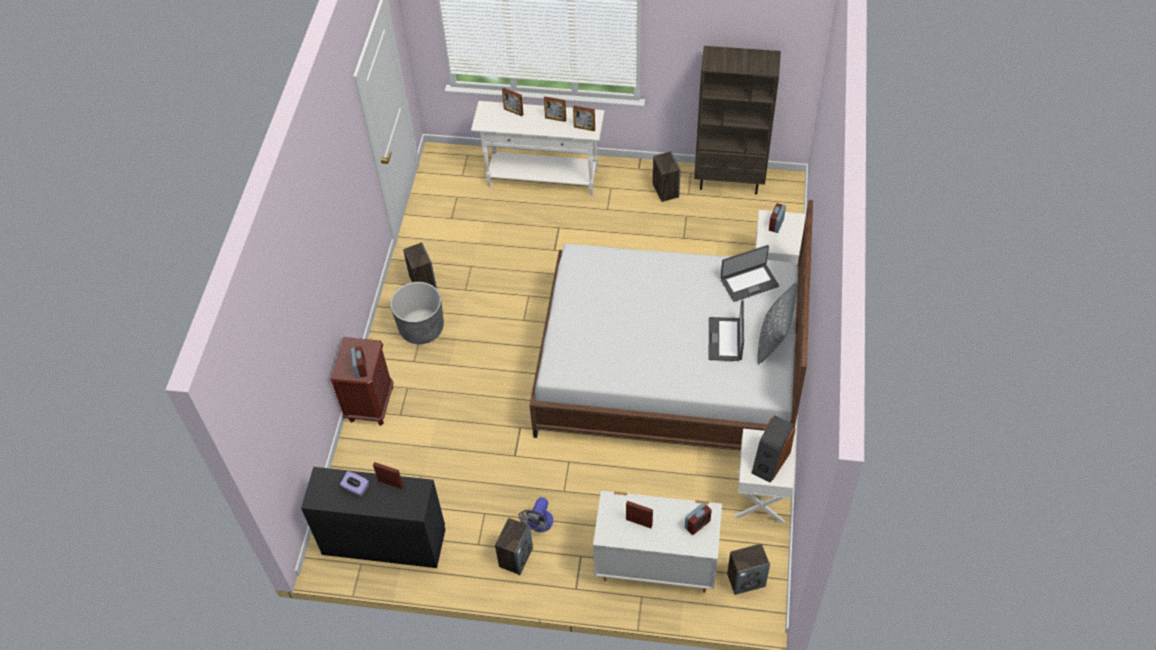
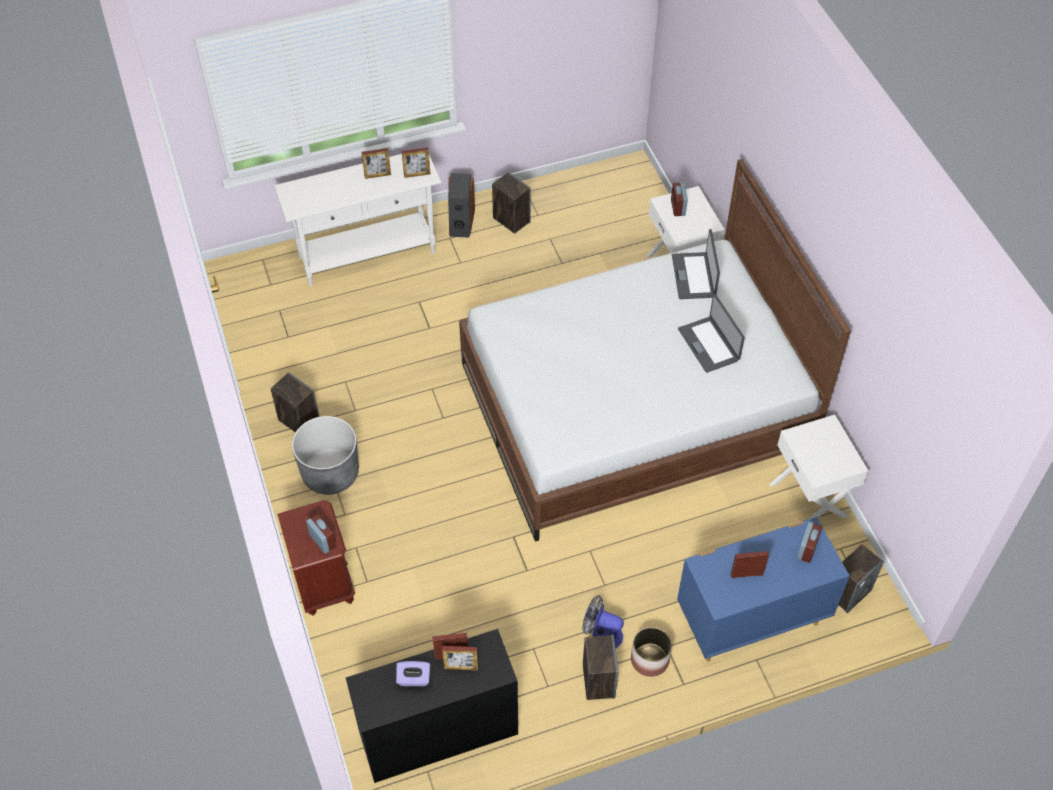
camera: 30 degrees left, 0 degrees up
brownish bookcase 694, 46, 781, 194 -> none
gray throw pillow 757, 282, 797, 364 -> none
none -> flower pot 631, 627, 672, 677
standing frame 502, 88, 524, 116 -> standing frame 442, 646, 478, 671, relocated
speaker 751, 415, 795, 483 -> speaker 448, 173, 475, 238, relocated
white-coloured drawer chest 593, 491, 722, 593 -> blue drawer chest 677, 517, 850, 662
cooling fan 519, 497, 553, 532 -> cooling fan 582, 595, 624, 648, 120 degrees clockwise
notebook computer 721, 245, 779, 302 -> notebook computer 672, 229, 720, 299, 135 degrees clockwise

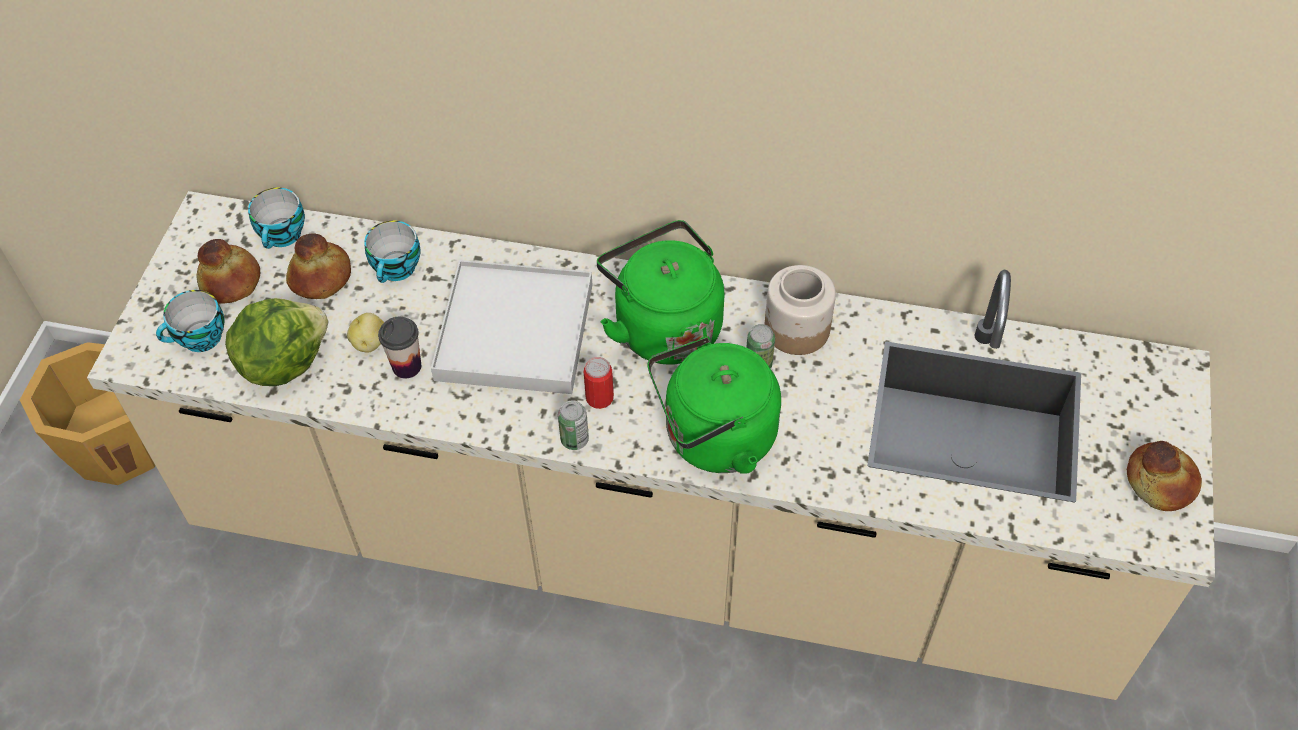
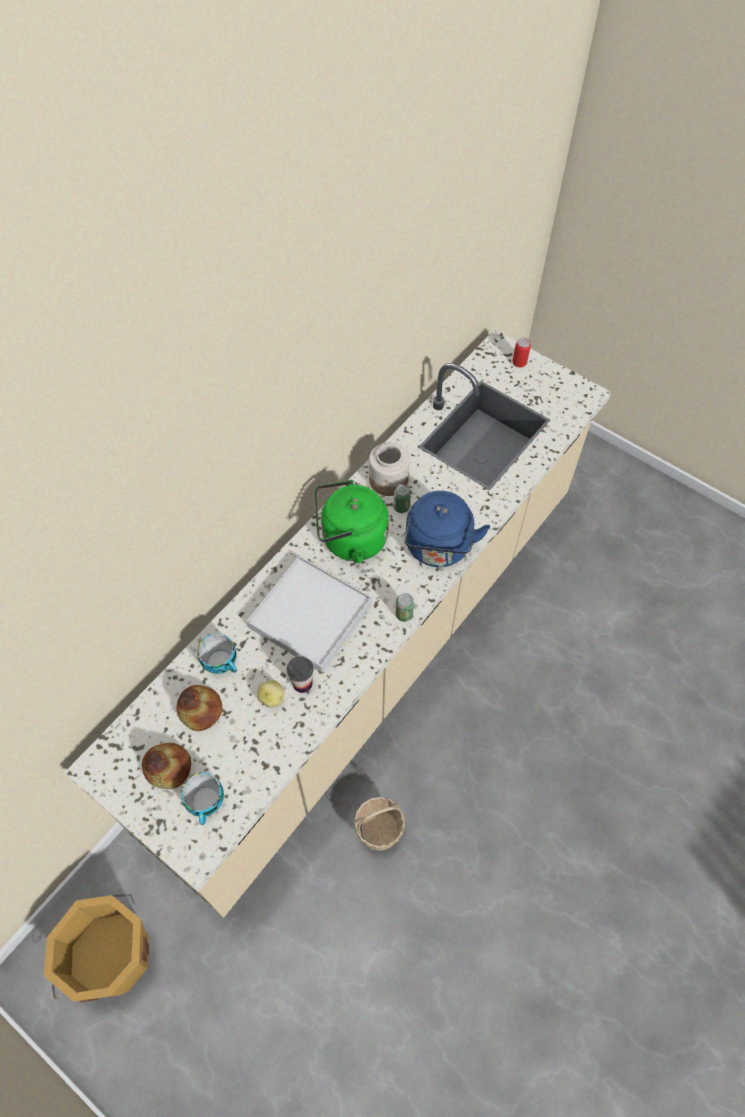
camera: 65 degrees left, 5 degrees up
lettuce 225, 298, 329, 386 -> none
small cup 248, 188, 305, 249 -> none
bakery bread 1127, 441, 1202, 511 -> none
none -> basket 354, 797, 405, 851
metal can 584, 357, 614, 409 -> metal can 512, 338, 531, 367, relocated
greenish kettle 647, 336, 781, 474 -> blue kettle 404, 491, 490, 567

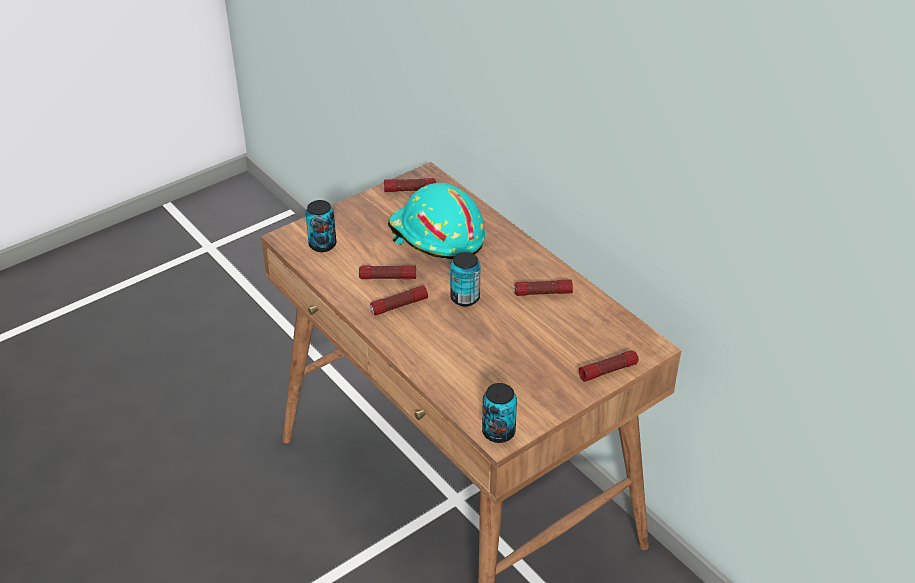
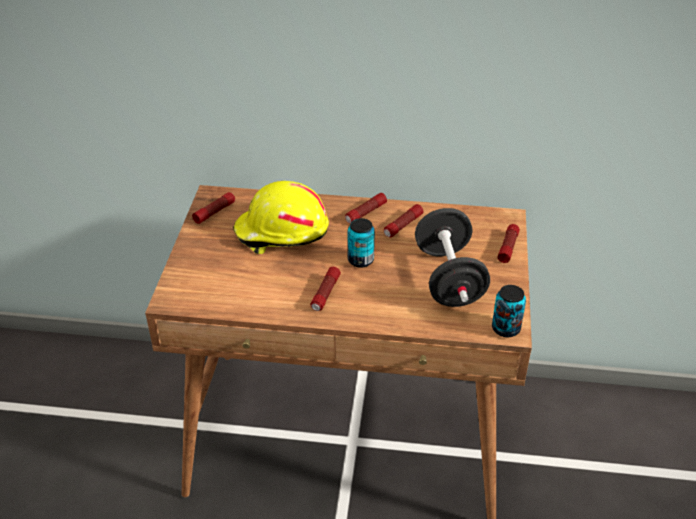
camera: 45 degrees left, 0 degrees up
metal can 305, 200, 336, 252 -> none
none -> blackish dumbbell 415, 208, 490, 307
hand torch 359, 265, 416, 279 -> hand torch 345, 193, 387, 223, relocated
turquoise-coloured hard hat 388, 183, 485, 259 -> yellow hard hat 233, 181, 329, 254

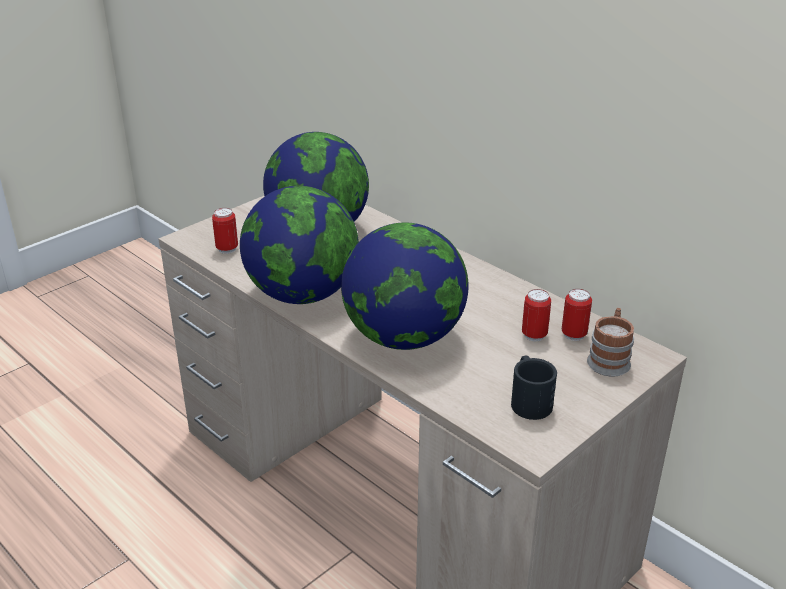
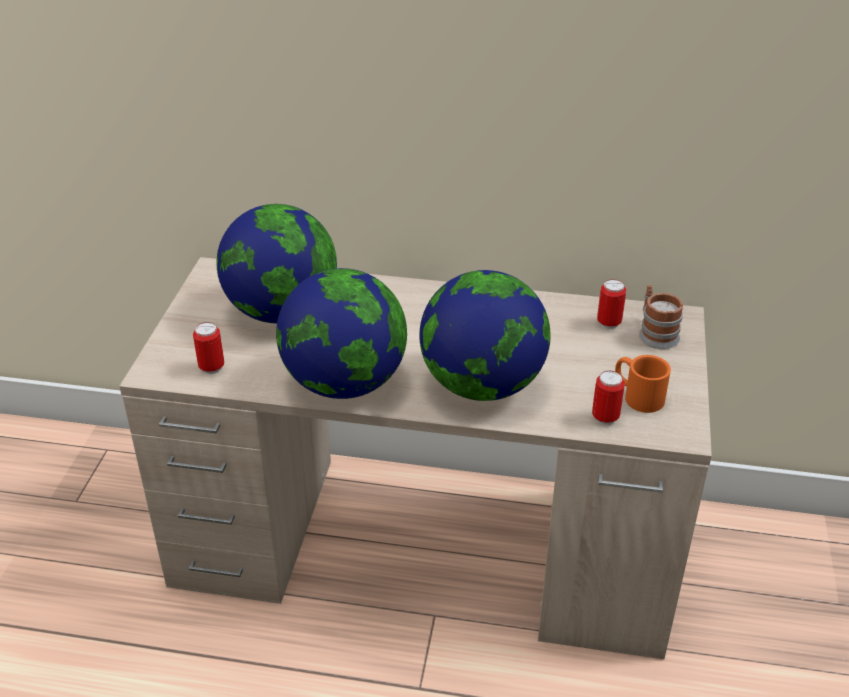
camera: 35 degrees left, 5 degrees up
metal can 522, 289, 551, 341 -> metal can 592, 371, 625, 425, relocated
blackish mug 511, 356, 557, 420 -> orange-coloured mug 615, 355, 671, 413

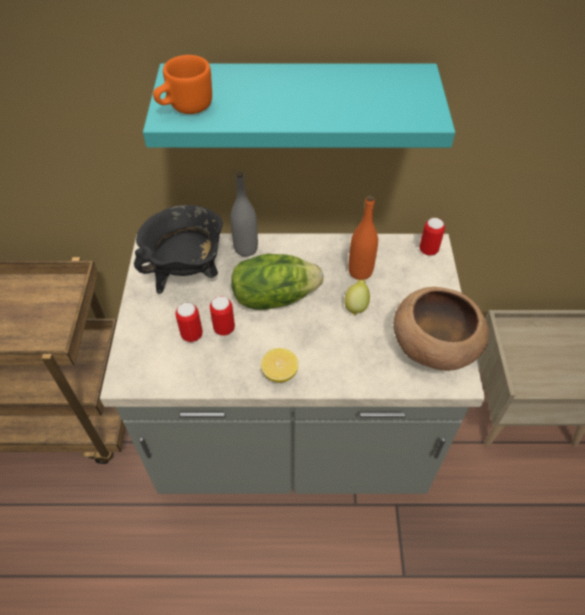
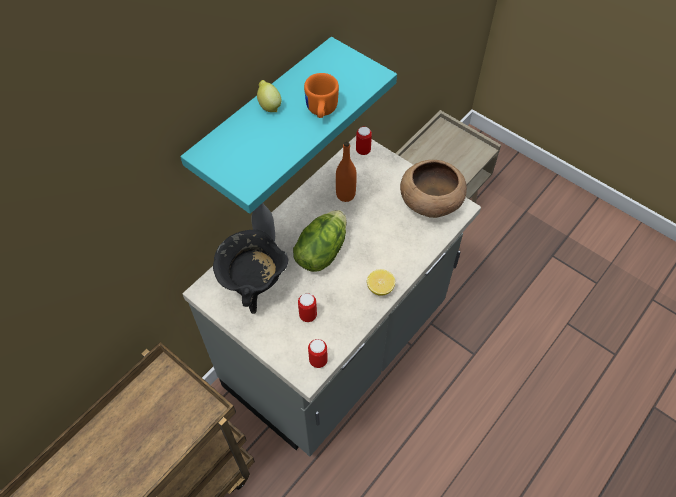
camera: 50 degrees left, 5 degrees up
orange-coloured mug 153, 55, 212, 114 -> orange-coloured mug 304, 73, 339, 118, relocated
metal can 210, 296, 235, 335 -> metal can 308, 339, 328, 368, relocated
lemon 344, 280, 370, 315 -> lemon 257, 80, 281, 112, relocated

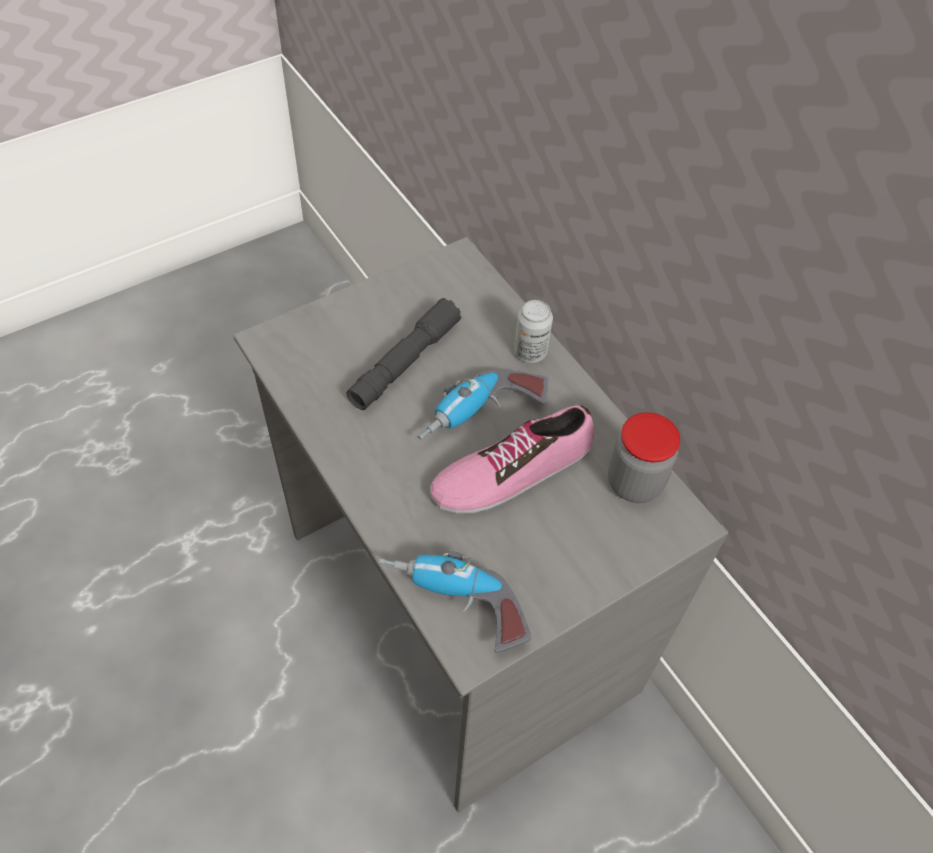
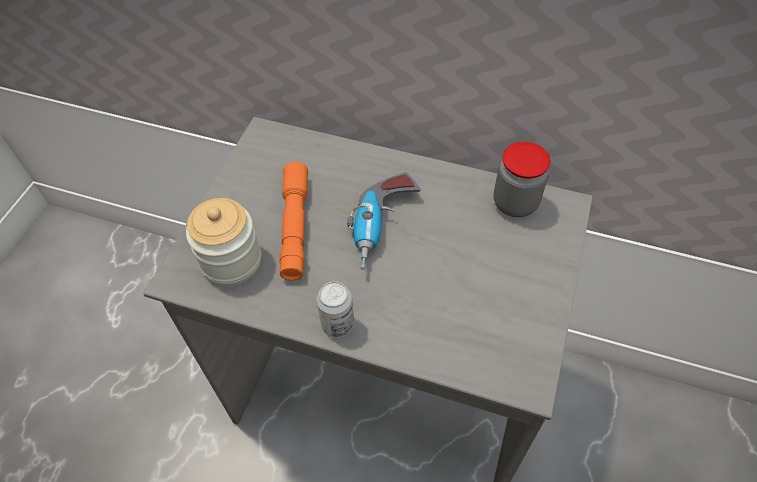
camera: 35 degrees left, 0 degrees up
drill 379, 551, 531, 653 -> none
item of footwear 430, 405, 594, 514 -> none
none -> preserve jar 186, 198, 261, 286
metal can 514, 300, 553, 363 -> metal can 317, 281, 354, 338, relocated
gray hand torch 347, 298, 461, 410 -> orange-coloured hand torch 279, 161, 308, 280

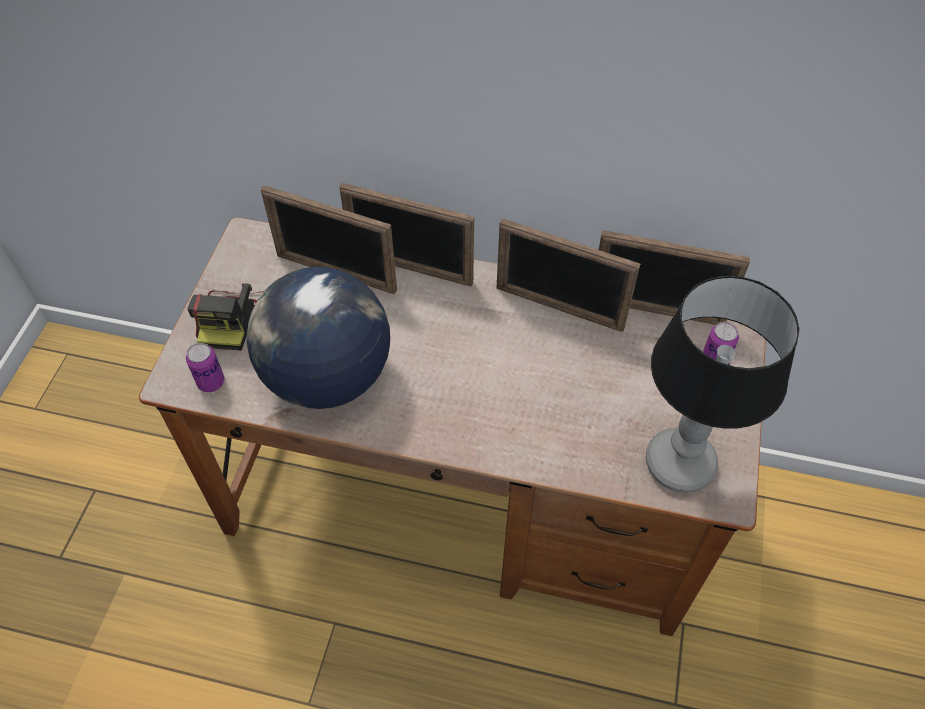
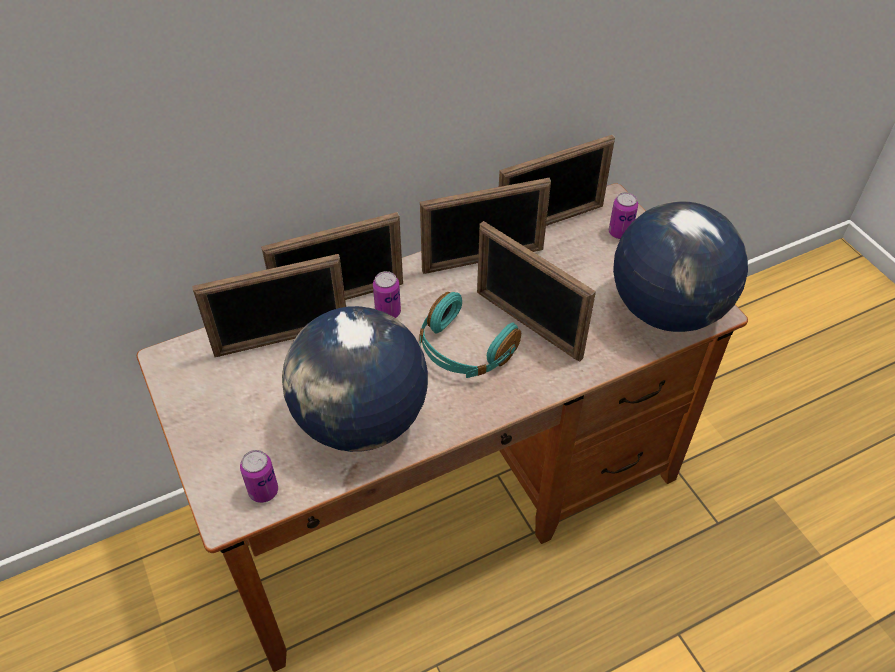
camera: 40 degrees left, 5 degrees down
photo camera 187, 283, 264, 351 -> none
none -> metal can 373, 271, 401, 318
none -> turquoise-coloured pair of headphones 419, 292, 521, 378
none -> standing frame 477, 221, 596, 362
tabletop lamp 646, 276, 800, 492 -> desk globe 613, 201, 748, 332

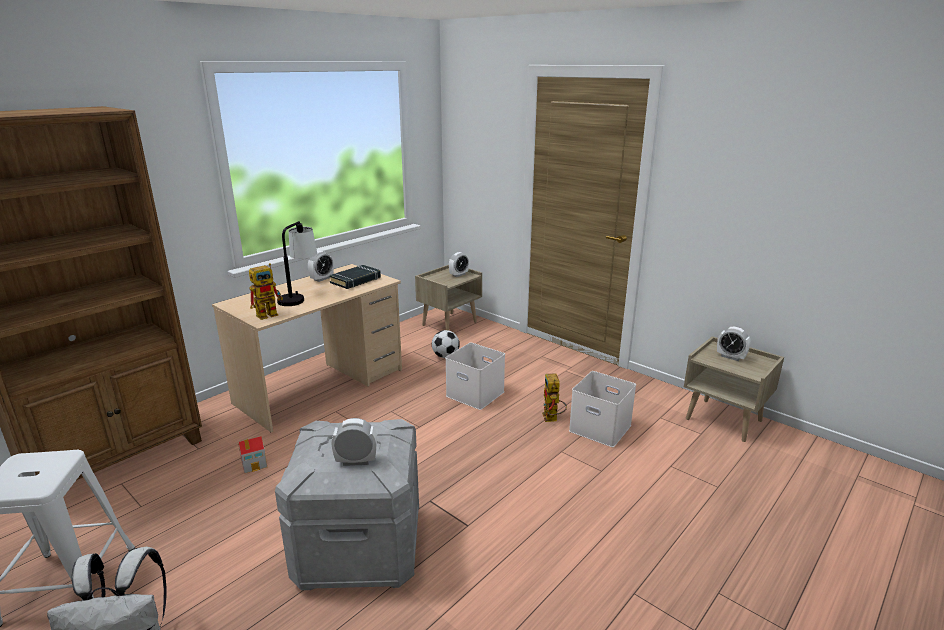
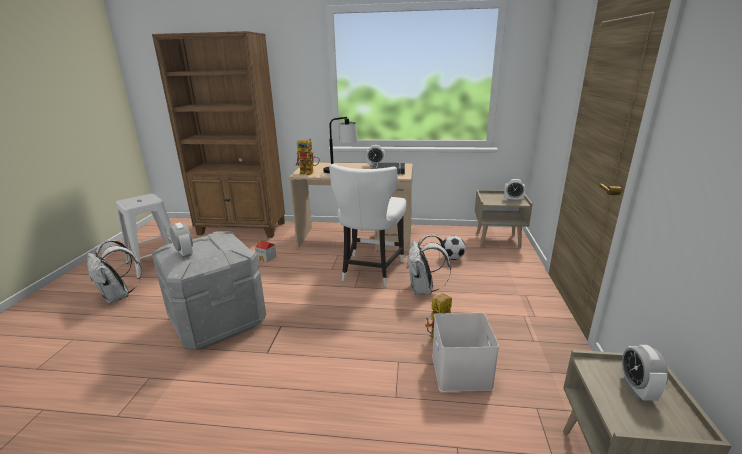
camera: 55 degrees right, 0 degrees up
none -> white-coloured chair 329, 164, 407, 287
white-coloured storage bin 445, 343, 505, 410 -> white-coloured rucksack 407, 234, 451, 295

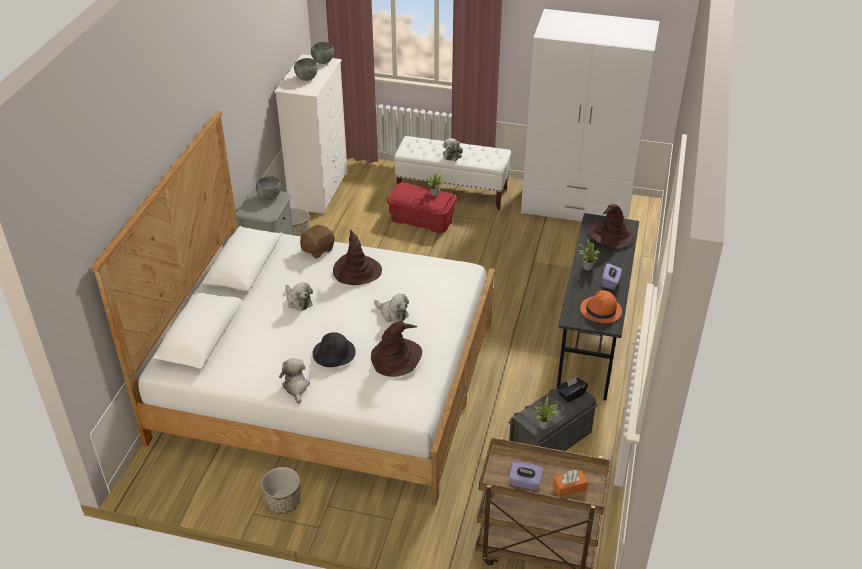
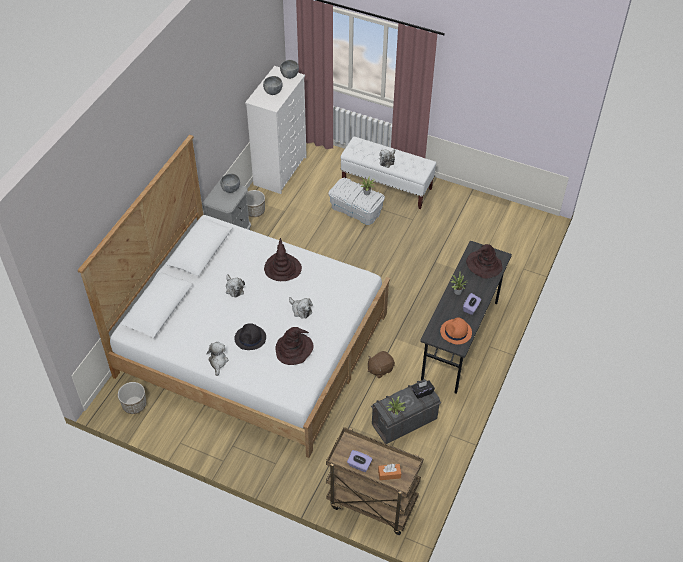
camera: 10 degrees right, 10 degrees up
white-coloured clothes cupboard 521, 9, 660, 222 -> none
flower pot 261, 467, 300, 514 -> flower pot 118, 382, 146, 414, relocated
brownish soft toy 300, 225, 335, 259 -> brownish soft toy 368, 351, 395, 378, relocated
red-coloured storage bin 387, 182, 457, 233 -> white-coloured storage bin 328, 178, 385, 225

